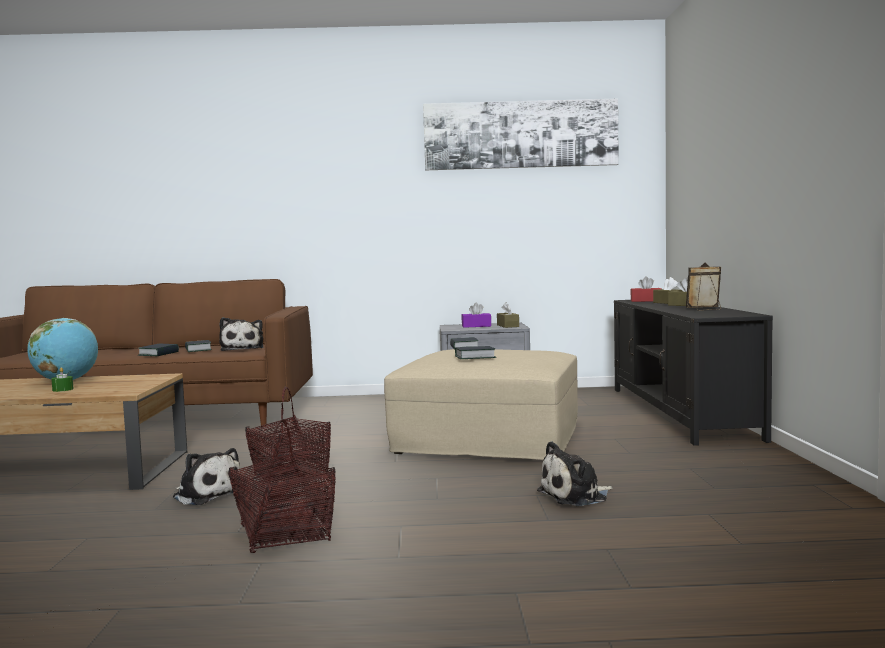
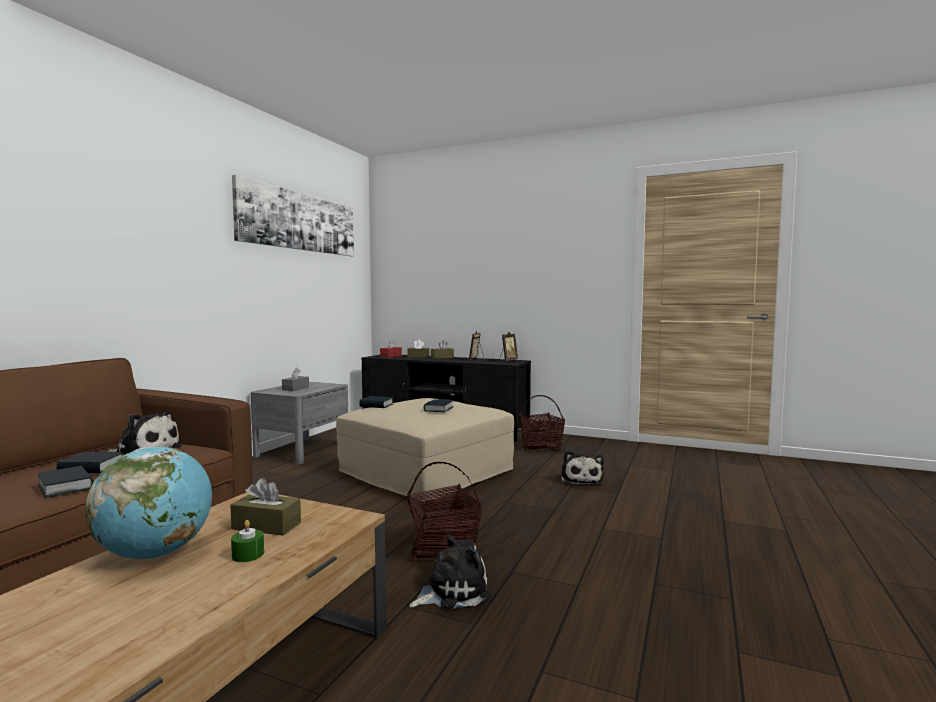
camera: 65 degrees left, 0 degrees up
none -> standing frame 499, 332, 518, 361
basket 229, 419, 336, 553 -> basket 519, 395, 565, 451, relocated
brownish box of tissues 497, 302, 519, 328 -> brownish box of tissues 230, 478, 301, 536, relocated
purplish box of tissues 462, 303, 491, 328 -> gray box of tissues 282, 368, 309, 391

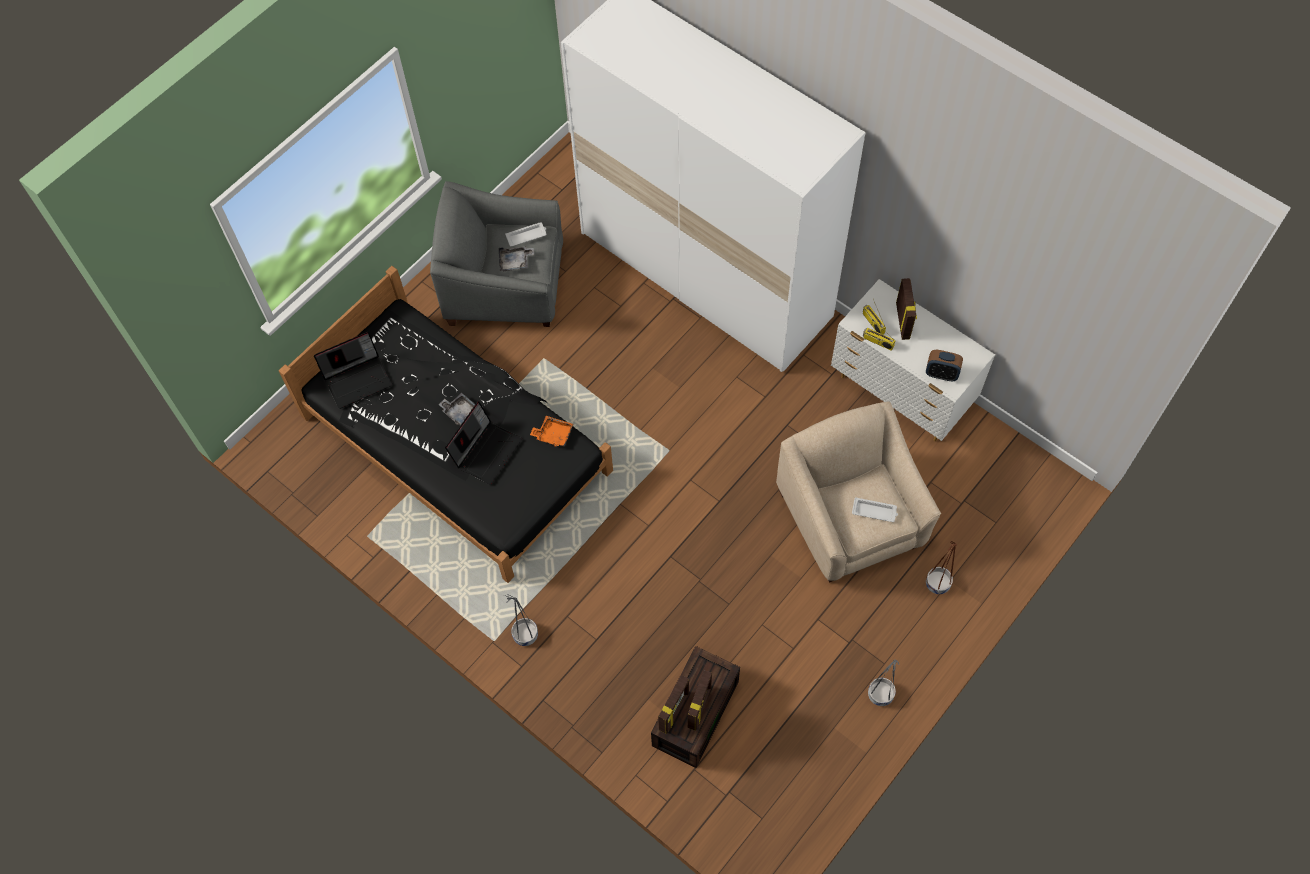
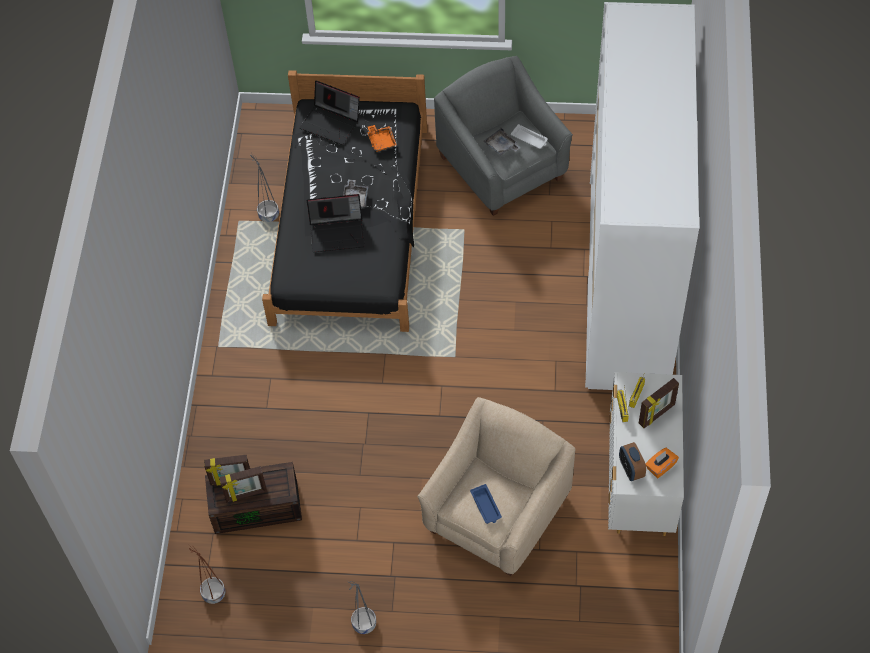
camera: 55 degrees right, 5 degrees down
none -> orange-coloured box of tissues 646, 447, 679, 478
gray flower pot 504, 594, 538, 646 -> gray flower pot 250, 152, 279, 222, relocated
orange-coloured carrying tray 530, 416, 573, 447 -> orange-coloured carrying tray 367, 125, 397, 152, relocated
brownish flower pot 926, 541, 957, 594 -> brownish flower pot 189, 545, 225, 604, relocated
white-coloured carrying tray 852, 497, 898, 522 -> blue carrying tray 470, 484, 502, 524

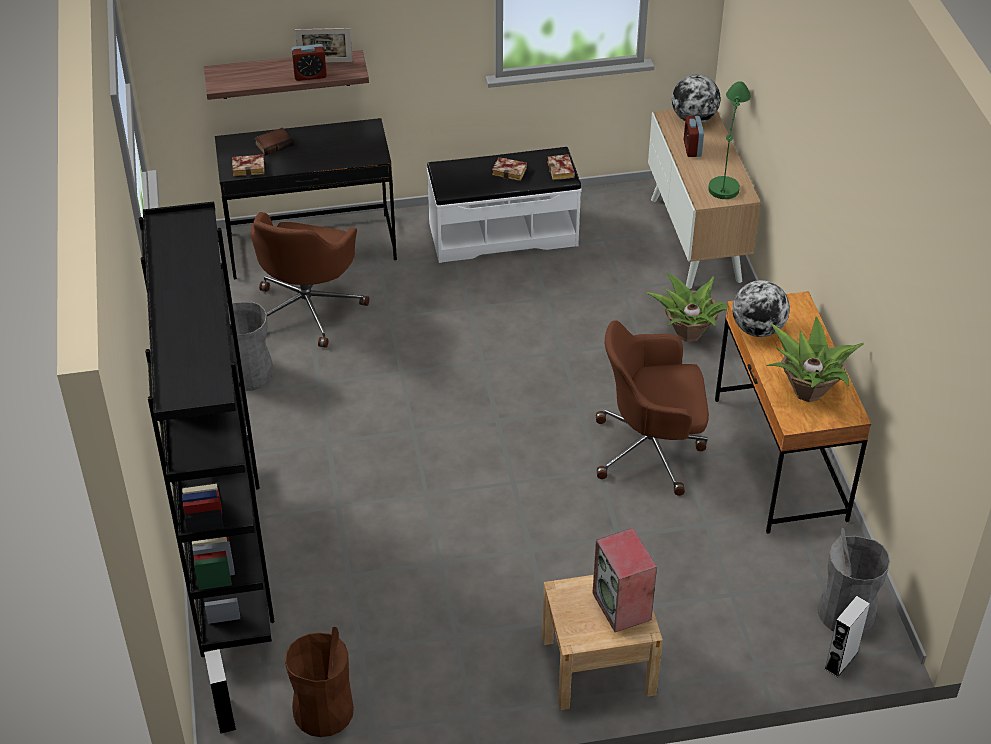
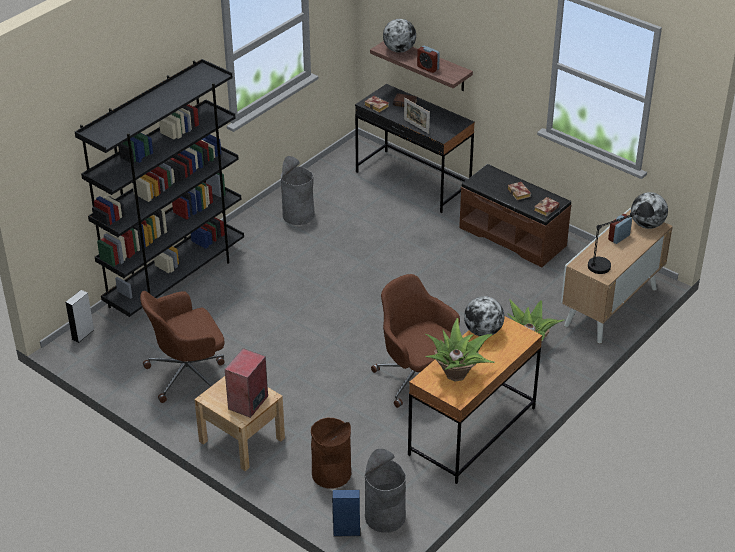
camera: 50 degrees right, 5 degrees down
none -> desk globe 383, 19, 416, 53
brownish computer chair 250, 212, 369, 348 -> brownish computer chair 140, 291, 225, 403, relocated
brownish trash can 285, 627, 354, 737 -> brownish trash can 311, 418, 351, 488, relocated
standing frame 295, 28, 353, 63 -> standing frame 404, 98, 430, 134, relocated
white-coloured indoor bench 427, 147, 582, 263 -> brownish indoor bench 459, 164, 572, 267
greenish tabletop lamp 708, 81, 751, 199 -> blackish tabletop lamp 588, 202, 655, 274
gray speaker 825, 596, 870, 677 -> blue speaker 332, 490, 361, 536

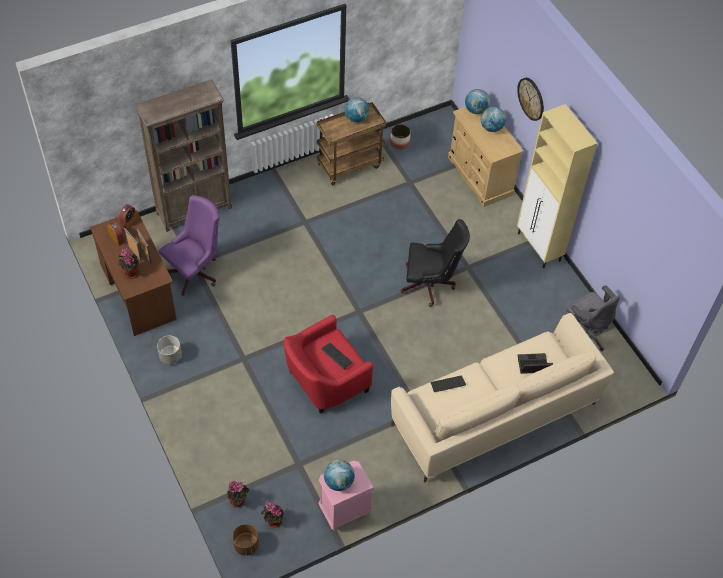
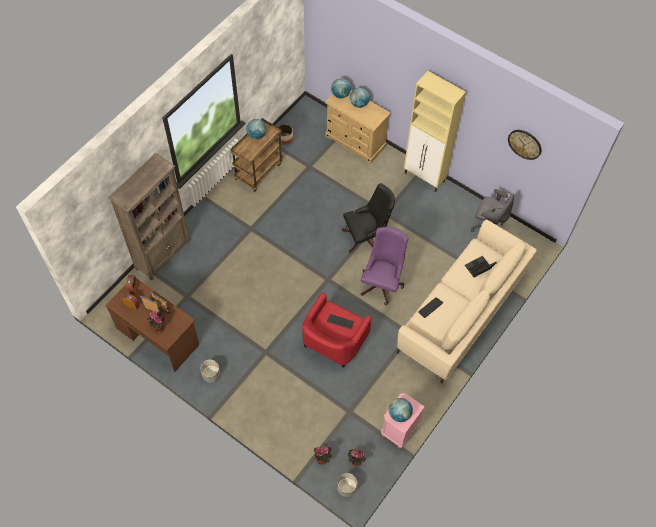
camera: 25 degrees left, 5 degrees up
purplish computer chair 159, 195, 220, 295 -> purplish computer chair 361, 227, 408, 305, relocated
clock on the wall 517, 78, 544, 121 -> clock on the wall 508, 130, 541, 160, relocated
brownish flower pot 232, 524, 259, 556 -> gray flower pot 337, 473, 357, 497

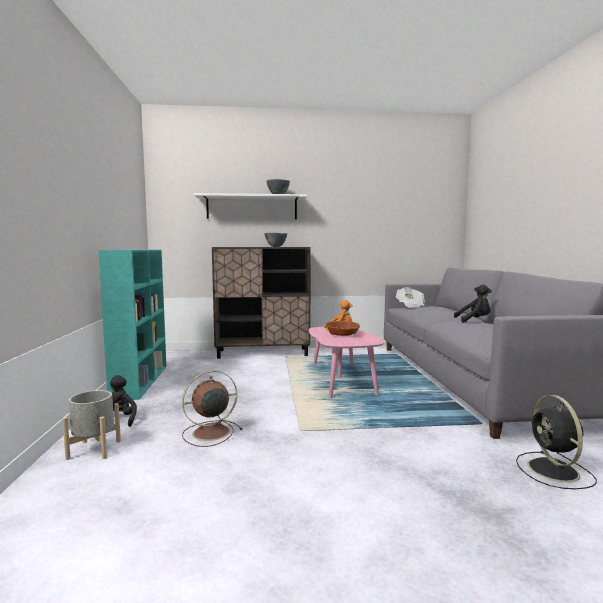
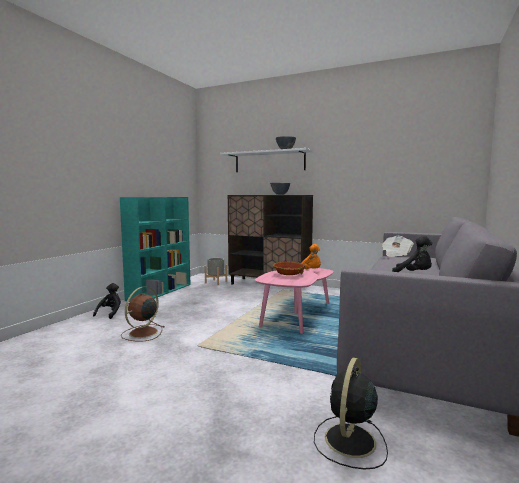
camera: 30 degrees right, 0 degrees up
gray flower pot 62, 390, 121, 460 -> gray flower pot 204, 258, 227, 285, relocated
brownish cooling fan 182, 371, 242, 447 -> brownish cooling fan 121, 287, 165, 341, 60 degrees counterclockwise

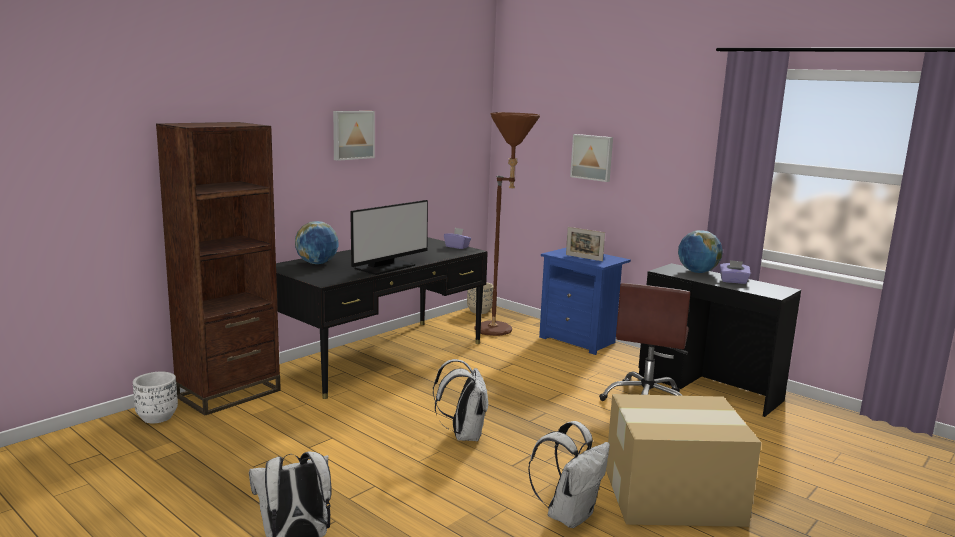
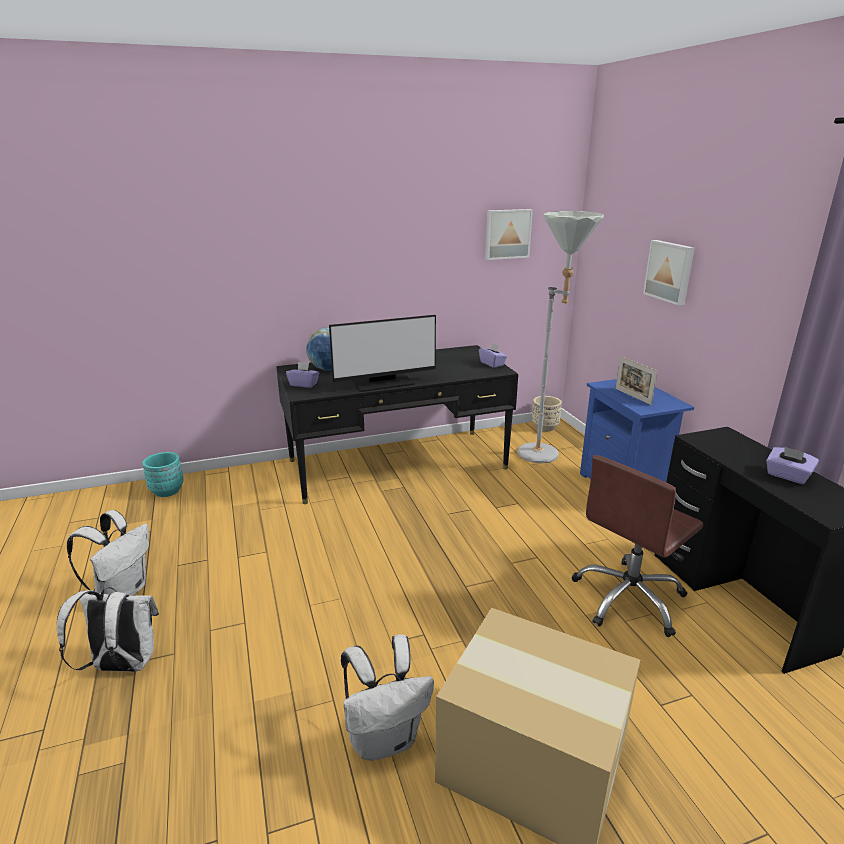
camera: 30 degrees right, 10 degrees up
brownish bookcase 156, 122, 281, 415 -> none
desk globe 678, 230, 723, 273 -> none
none -> purplish box of tissues 286, 362, 319, 388
wall picture 333, 111, 375, 161 -> wall picture 485, 209, 533, 260, relocated
white-coloured rucksack 433, 359, 488, 442 -> white-coloured rucksack 67, 510, 149, 596, relocated
white-coloured flower pot 133, 372, 178, 423 -> turquoise-coloured flower pot 142, 452, 184, 497
brownish floor lamp 474, 112, 540, 336 -> gray floor lamp 517, 211, 604, 463

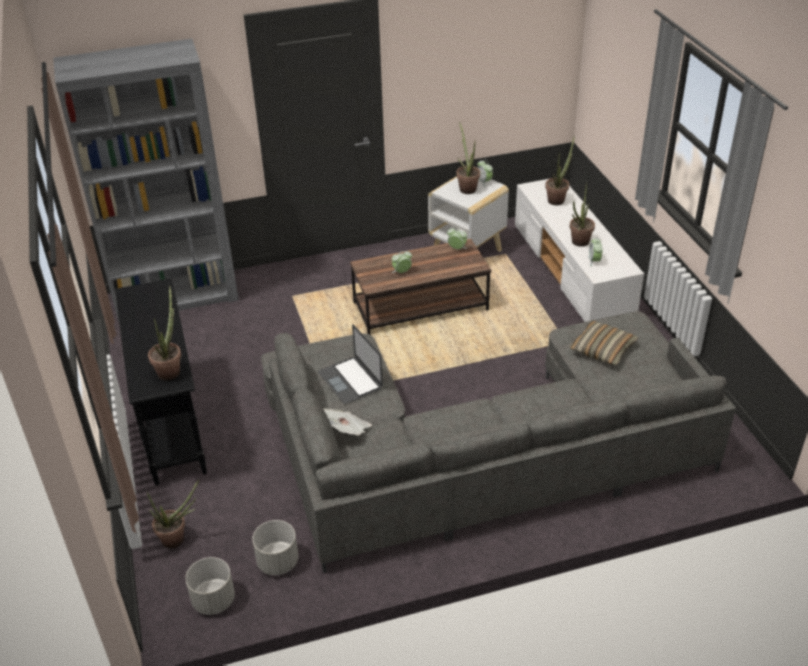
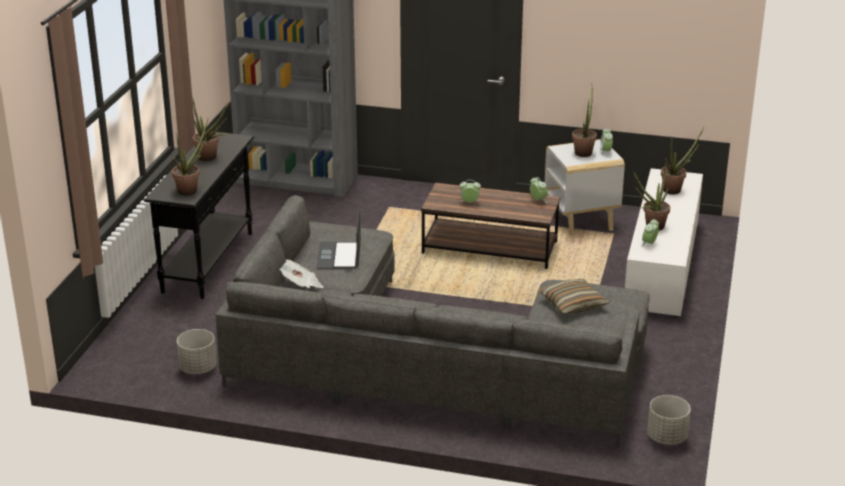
camera: 30 degrees right, 10 degrees down
houseplant 147, 480, 199, 548 -> houseplant 192, 97, 231, 161, relocated
gray flower pot 185, 557, 235, 615 -> gray flower pot 647, 395, 691, 445, relocated

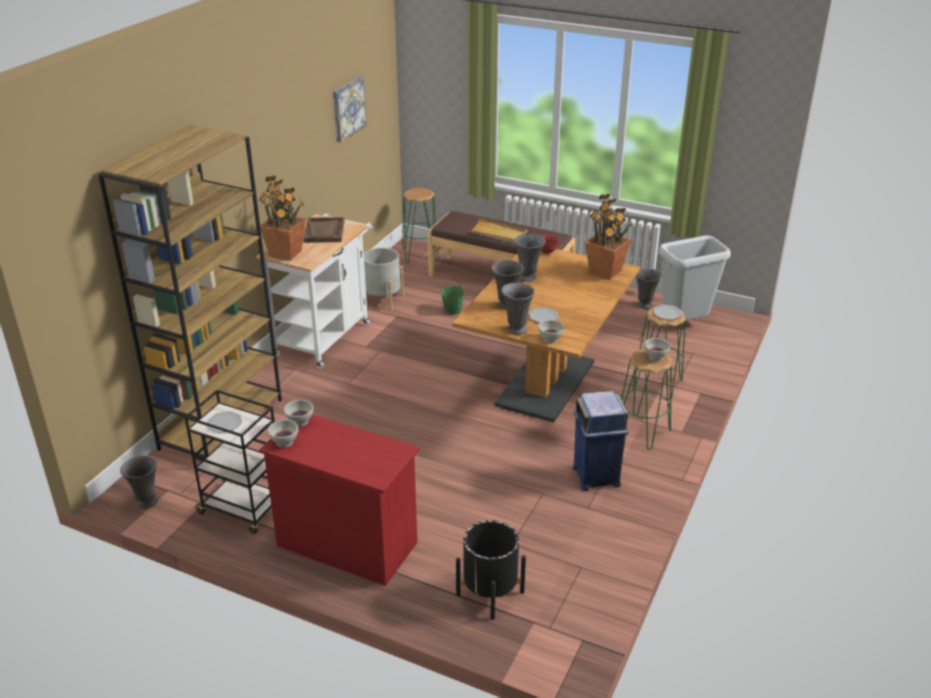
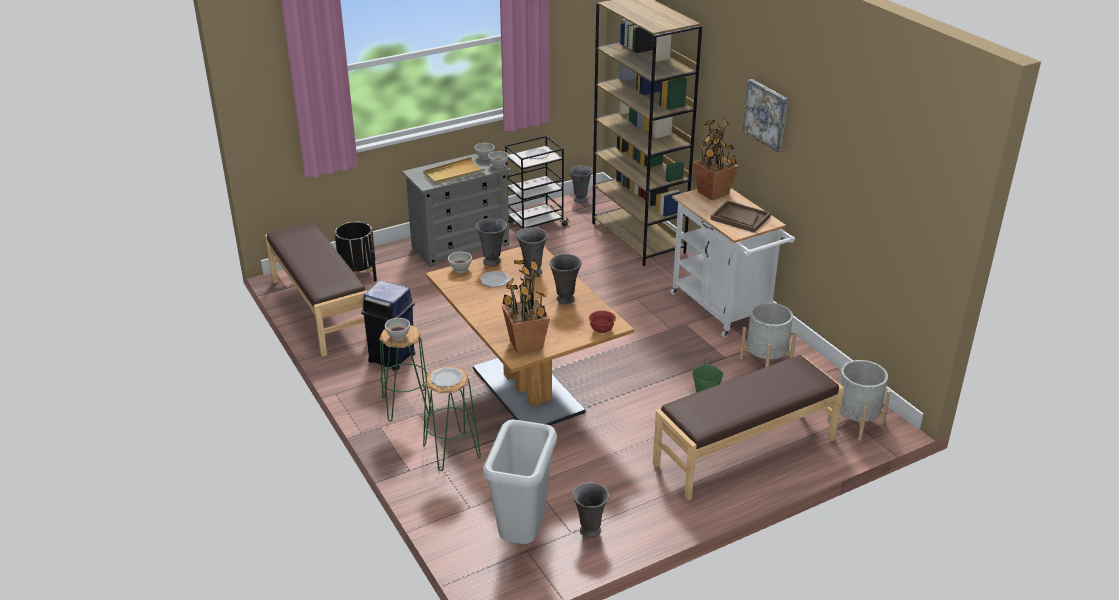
camera: 125 degrees right, 0 degrees up
none -> brownish indoor bench 265, 222, 367, 357
wall picture 333, 77, 367, 143 -> wall picture 743, 79, 788, 152, relocated
sand-coloured carrying tray 467, 218, 527, 243 -> sand-coloured carrying tray 423, 157, 485, 185, relocated
greenish sitting stool 402, 188, 439, 263 -> gray flower pot 827, 360, 891, 440
red-coloured drawer chest 259, 414, 420, 586 -> gray drawer chest 402, 153, 511, 267

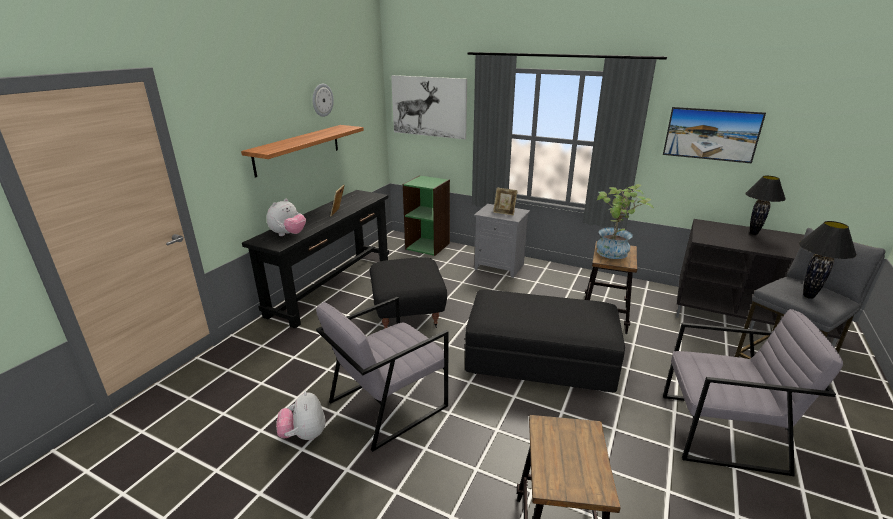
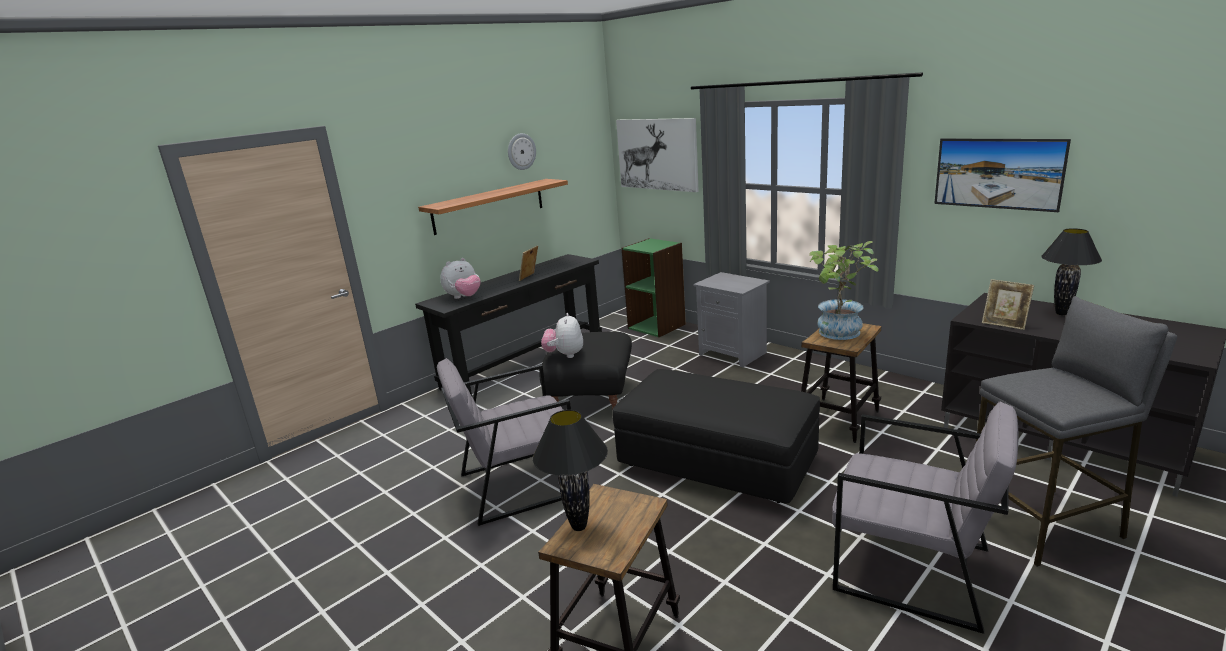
camera: 20 degrees right, 5 degrees down
soft toy 276, 391, 325, 440 -> soft toy 541, 313, 583, 358, relocated
standing frame 493, 187, 518, 215 -> standing frame 982, 279, 1034, 330, relocated
blackish tabletop lamp 799, 221, 857, 299 -> blackish tabletop lamp 533, 410, 608, 531, relocated

